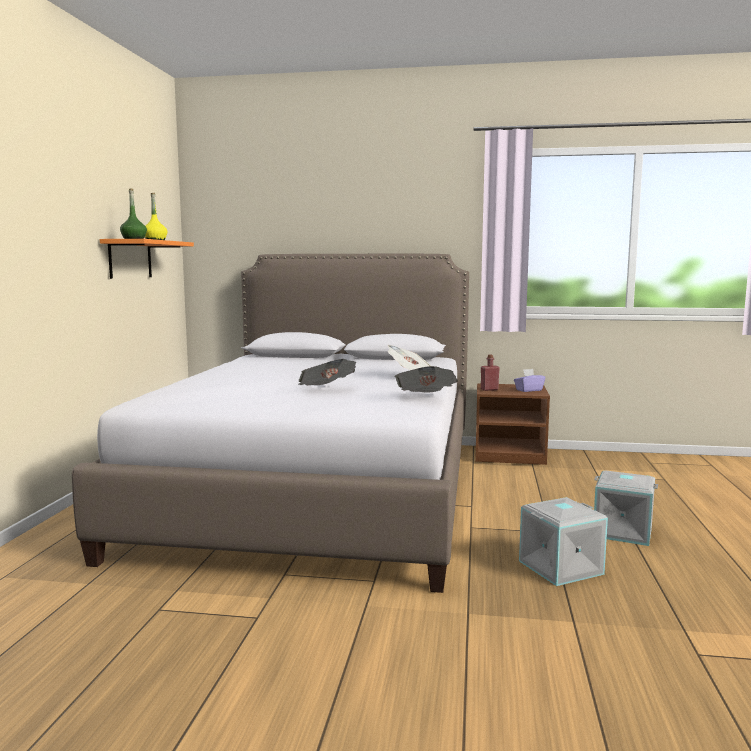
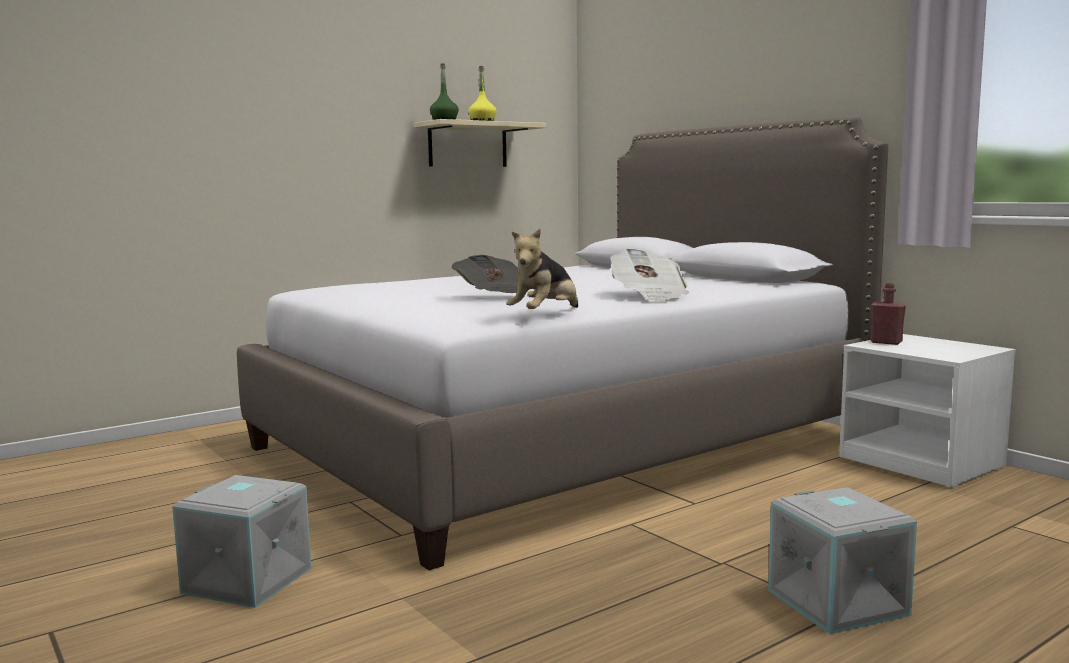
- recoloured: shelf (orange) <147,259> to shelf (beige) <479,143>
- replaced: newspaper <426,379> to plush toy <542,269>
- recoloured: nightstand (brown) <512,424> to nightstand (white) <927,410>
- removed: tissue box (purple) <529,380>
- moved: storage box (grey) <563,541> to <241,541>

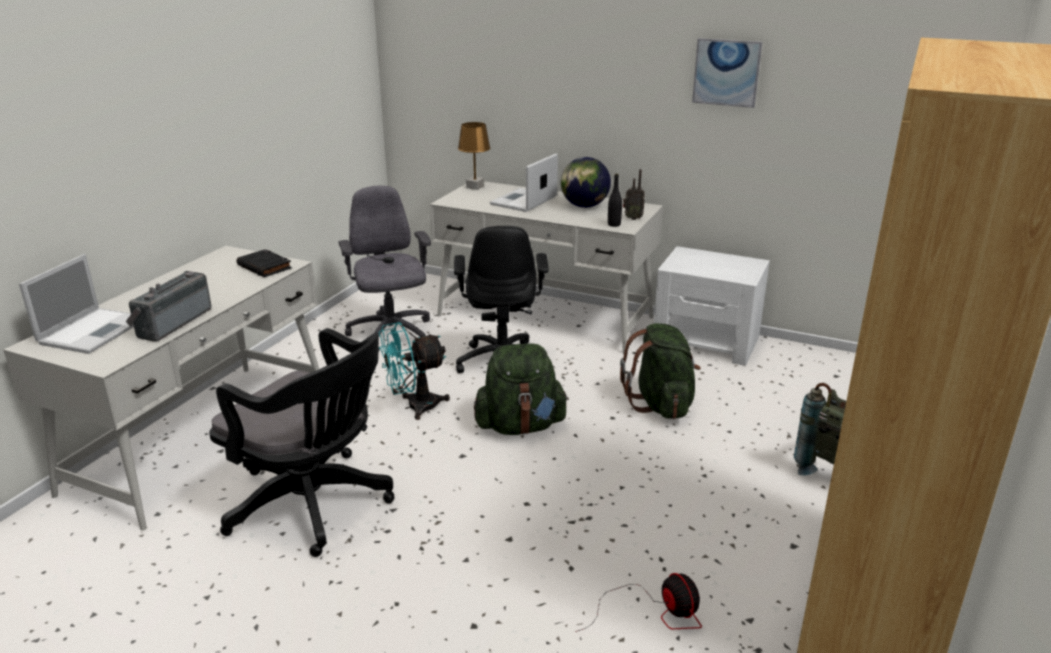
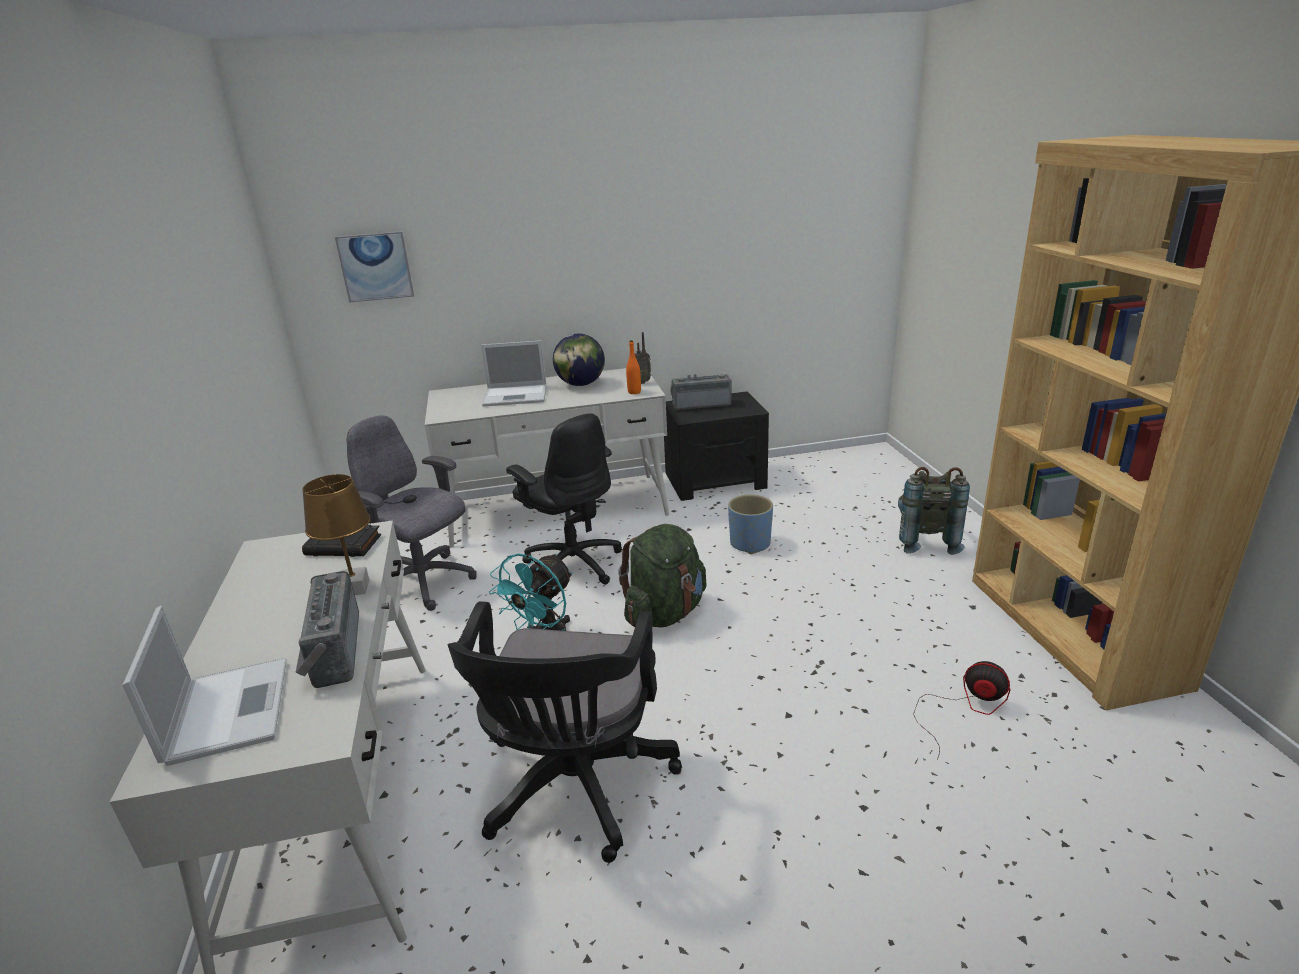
- turned: office chair (black) <302,442> = <565,732> 105 degrees clockwise
- moved: table lamp (brown) <474,156> to <336,534>
- turned: laptop <524,183> = <513,373> 90 degrees counterclockwise
- recoloured: bottle (black) <615,200> to bottle (orange) <633,367>
- replaced: backpack (green) <660,371> to planter (blue) <750,524>
- recoloured: nightstand (white) <712,306> to nightstand (black) <716,446>
- moved: picture <727,73> to <374,267>
- added: radio <701,392>

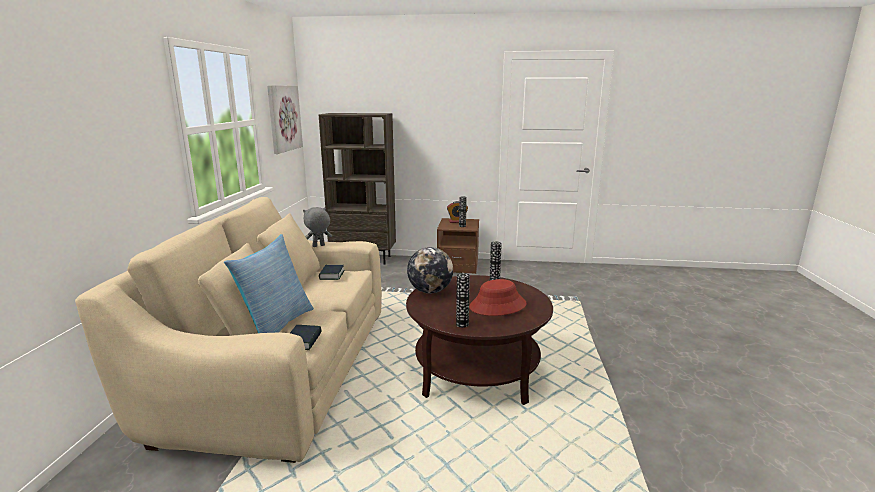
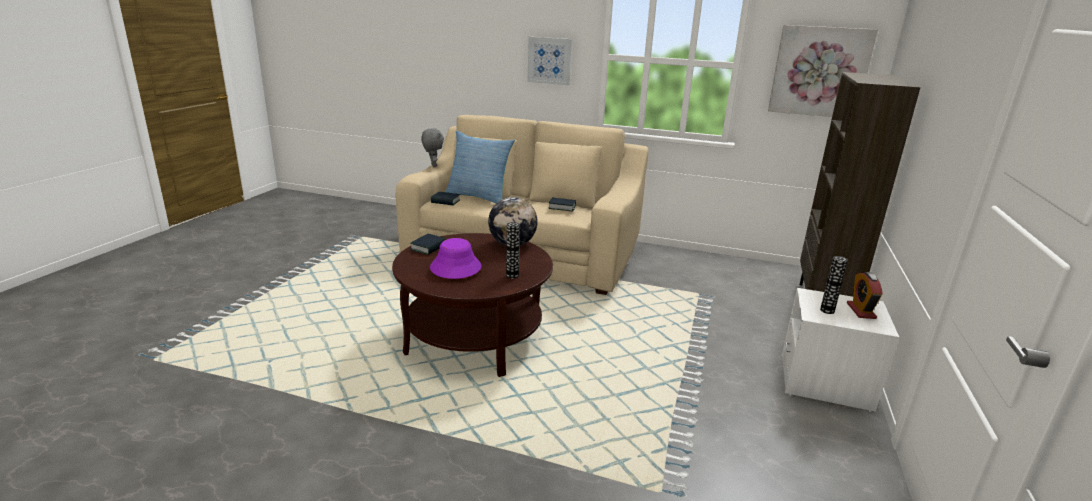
- moved: plush toy (grey) <317,227> to <432,147>
- recoloured: nightstand (brown) <458,246> to nightstand (white) <840,350>
- replaced: vase <463,300> to book <428,244>
- recoloured: hat (red) <498,297> to hat (purple) <455,258>
- added: picture <549,61>

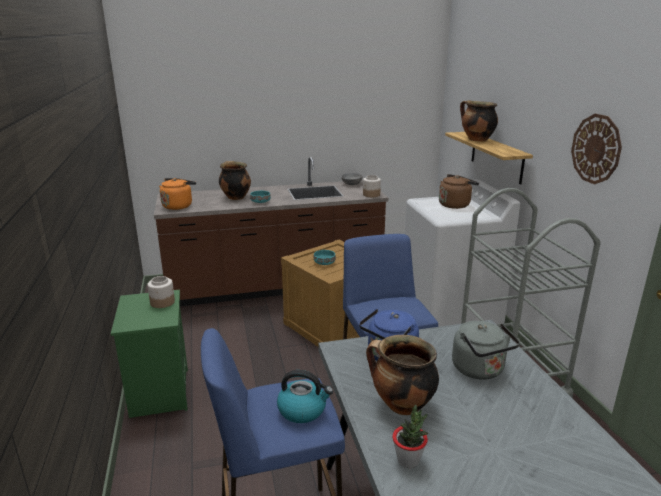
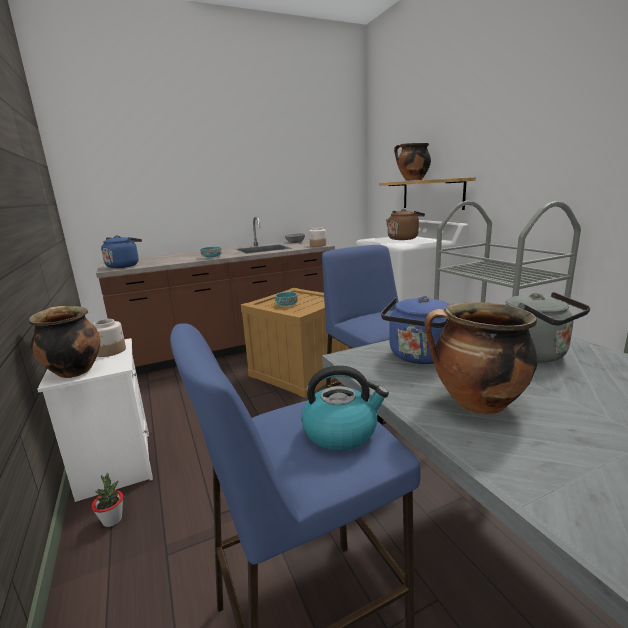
- recoloured: nightstand (green) <149,353> to nightstand (white) <95,420>
- recoloured: kettle (orange) <177,194> to kettle (blue) <121,251>
- moved: cooking pot <235,180> to <64,342>
- moved: potted plant <410,436> to <107,500>
- removed: wall clock <596,149>

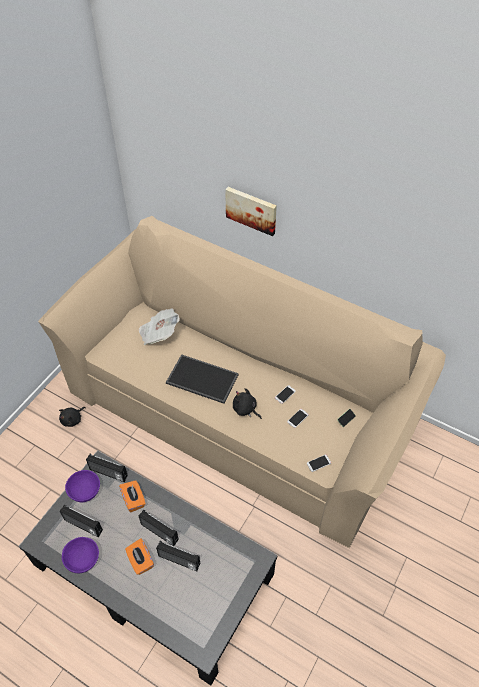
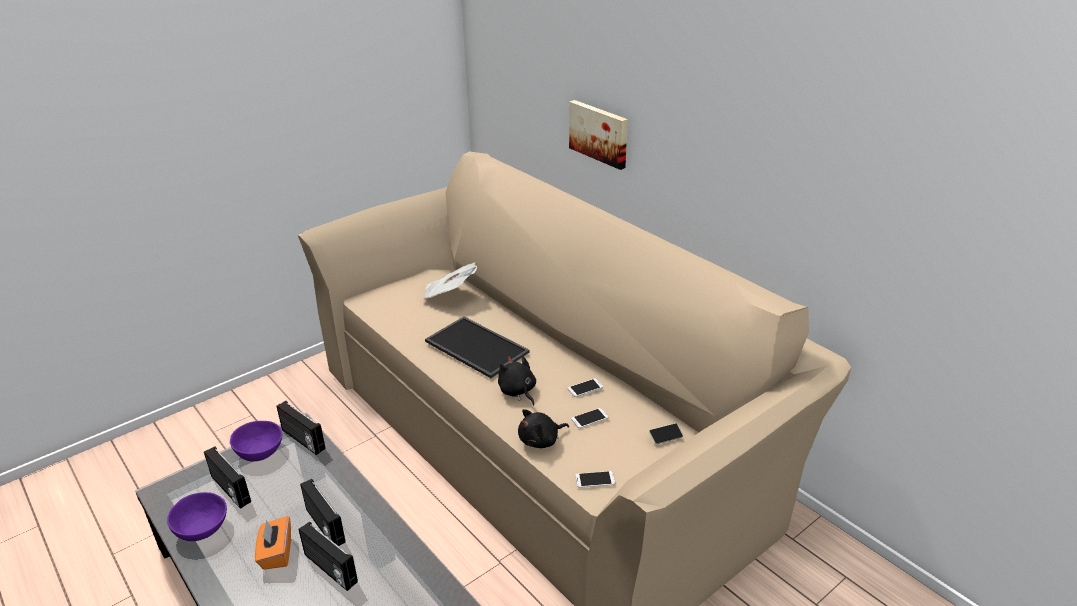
- moved: plush toy (black) <72,417> to <543,428>
- removed: tissue box (orange) <132,496>

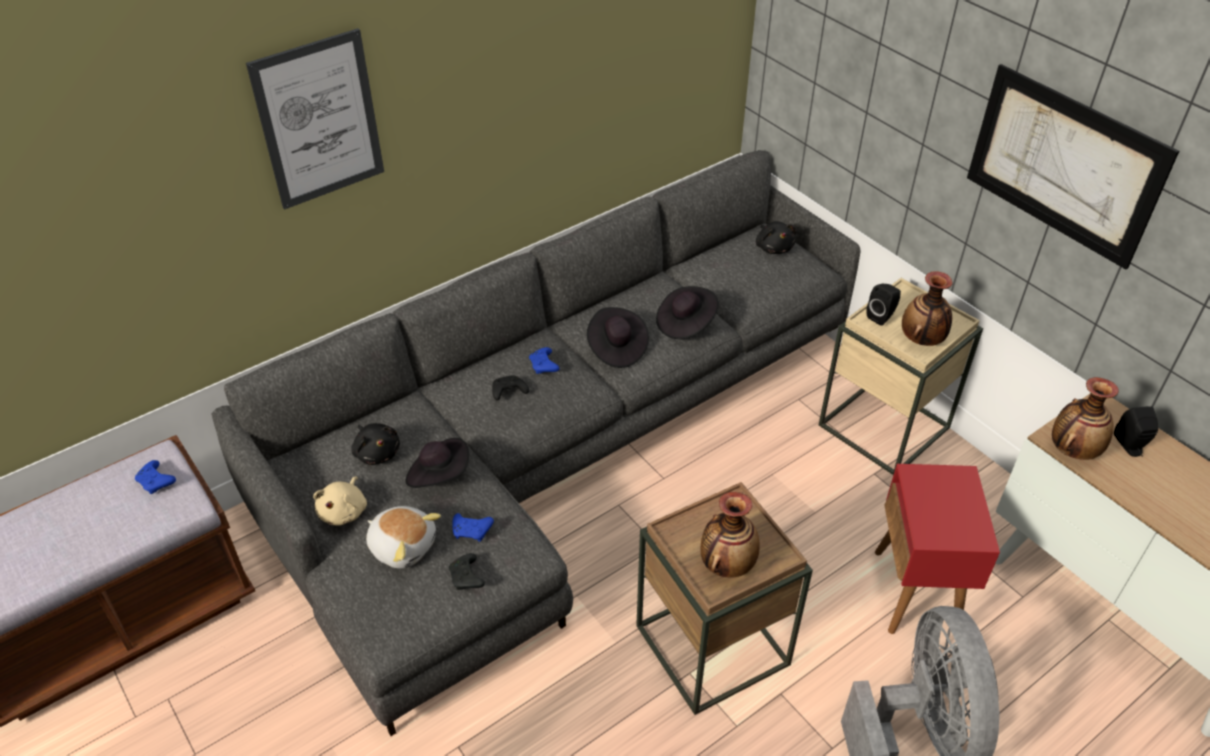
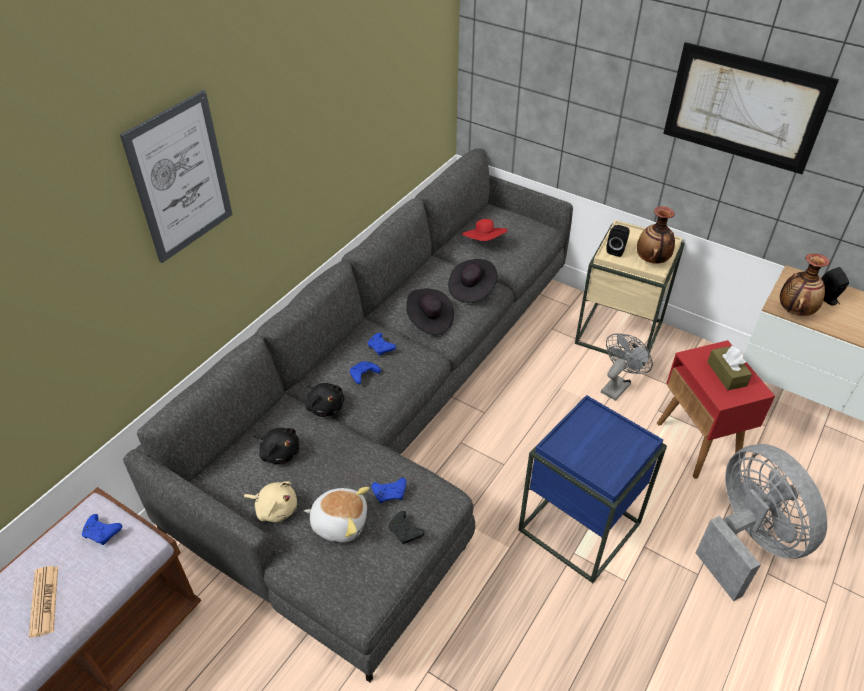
- turned: plush toy (beige) <340,500> = <270,501> 60 degrees counterclockwise
- removed: hat (black) <437,463>
- recoloured: game controller (black) <510,387> to game controller (blue) <365,372>
- recoloured: side table (brown) <724,598> to side table (blue) <592,489>
- removed: vase <730,534>
- moved: plush toy (black) <776,237> to <324,400>
- added: newspaper <43,602>
- added: hat (red) <484,230>
- added: fan (grey) <627,367>
- added: tissue box (brown) <729,368>

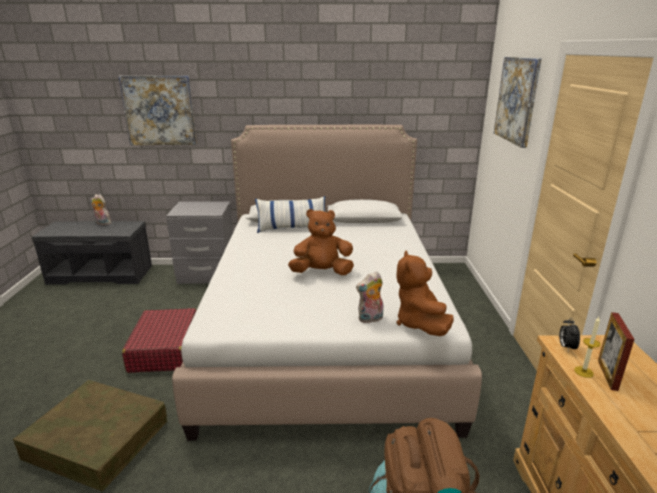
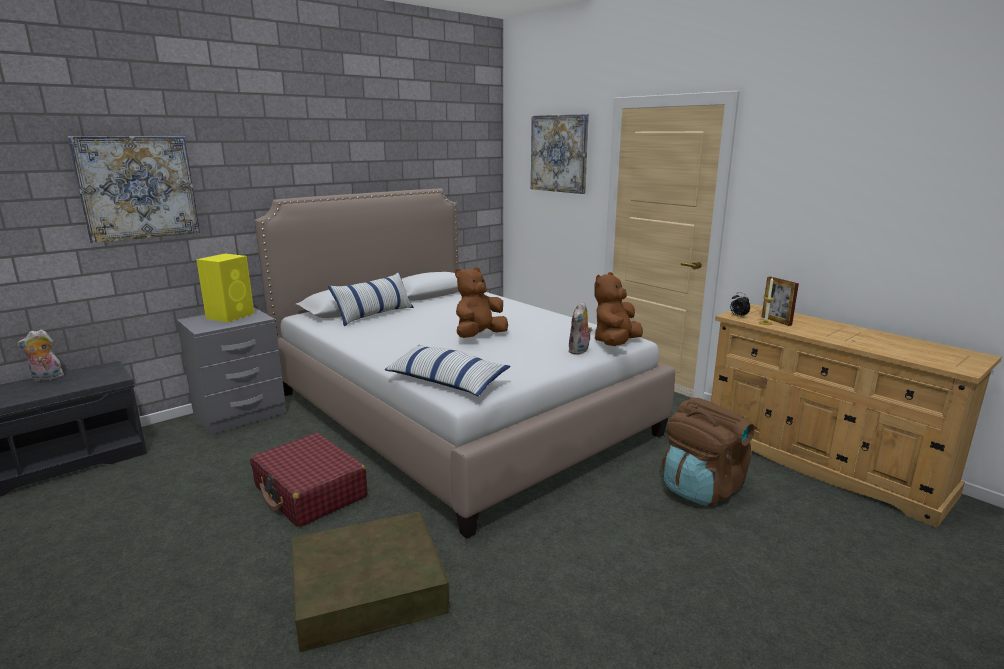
- turned: plush toy (brown) <425,293> = <618,309> 75 degrees clockwise
- added: speaker (yellow) <225,288>
- added: pillow <448,370>

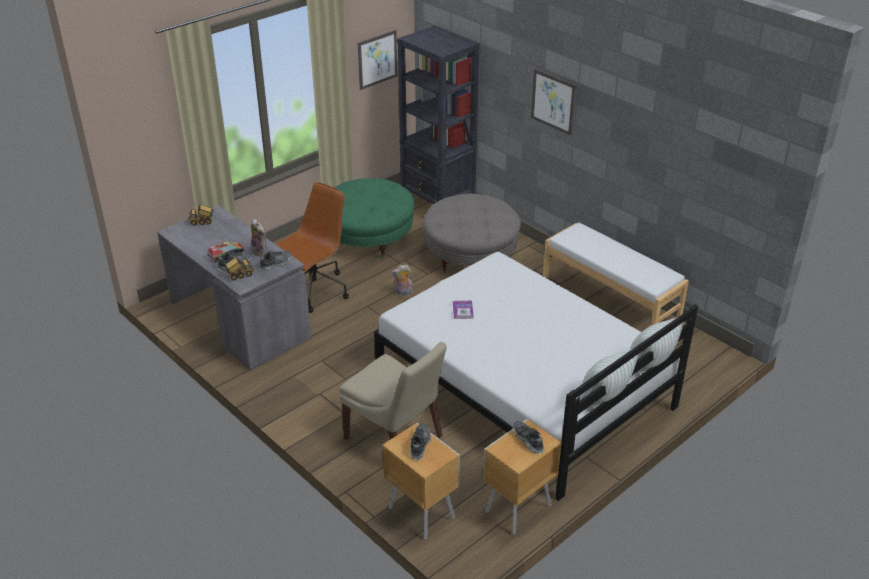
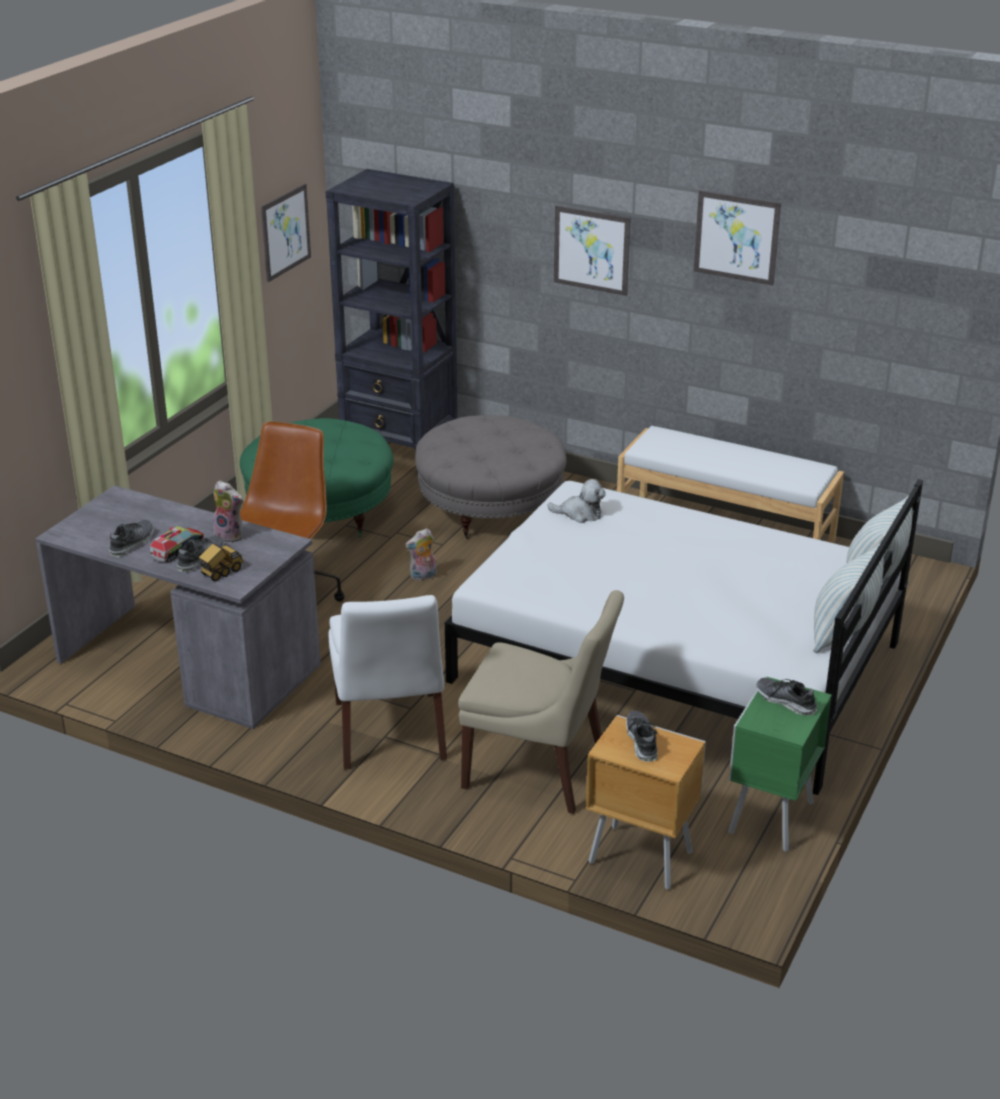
- removed: toy truck <200,215>
- moved: shoe <275,260> to <131,538>
- removed: book <463,310>
- recoloured: nightstand (brown) <522,477> to nightstand (green) <780,764>
- added: chair (white) <388,682>
- added: plush toy <576,501>
- added: picture <737,238>

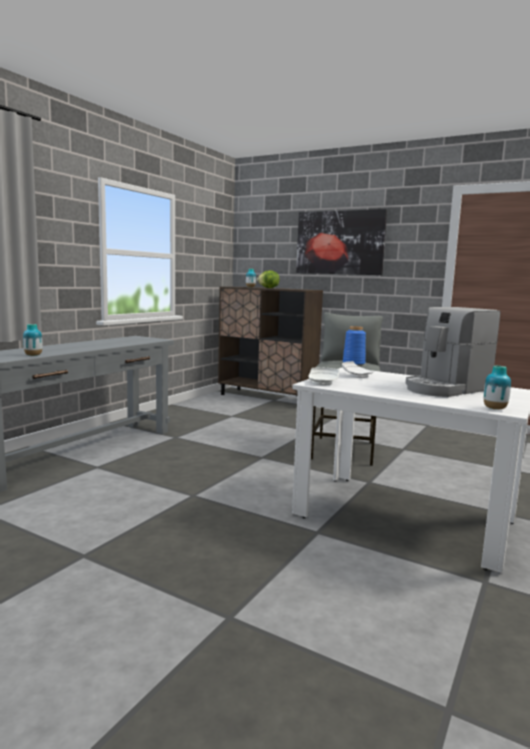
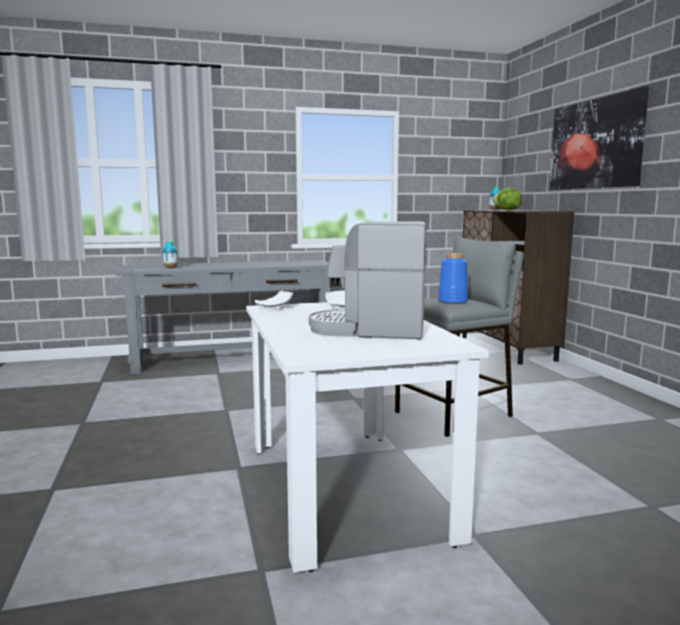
- removed: vase <497,388>

